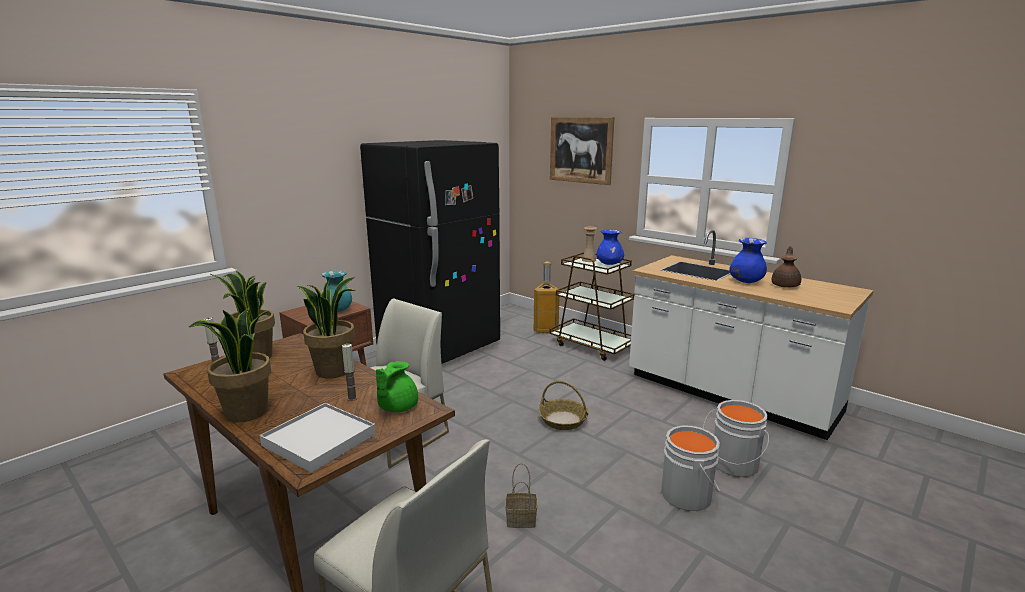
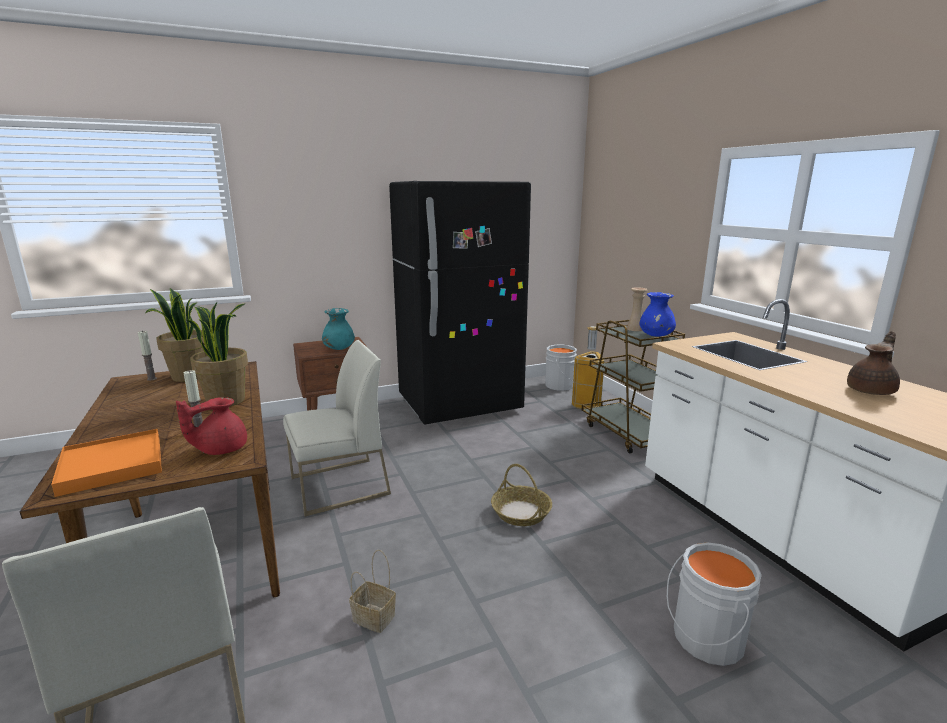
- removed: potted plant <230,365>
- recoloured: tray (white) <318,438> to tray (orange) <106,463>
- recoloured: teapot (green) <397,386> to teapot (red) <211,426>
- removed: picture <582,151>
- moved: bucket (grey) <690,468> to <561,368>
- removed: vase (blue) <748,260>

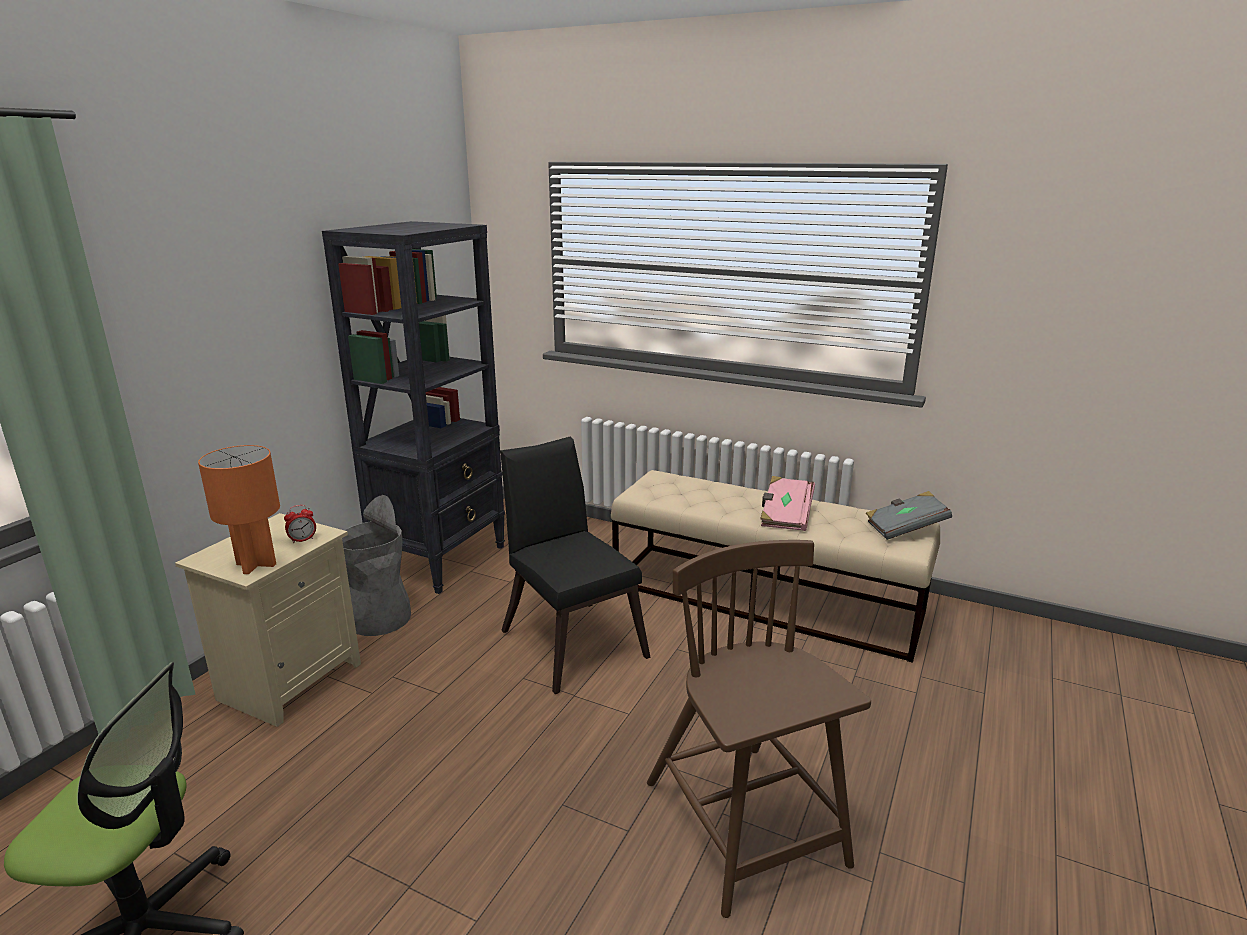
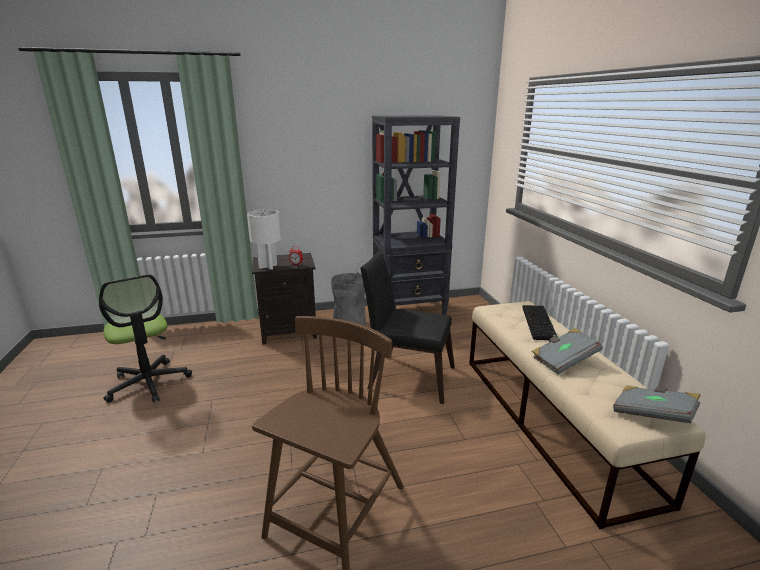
- recoloured: nightstand (beige) <268,620> to nightstand (black) <284,299>
- recoloured: table lamp (orange) <239,509> to table lamp (white) <264,239>
- turned: chair (black) <575,565> = <407,328> 90 degrees counterclockwise
- recoloured: book (pink) <787,503> to book (grey) <567,351>
- added: keyboard <540,322>

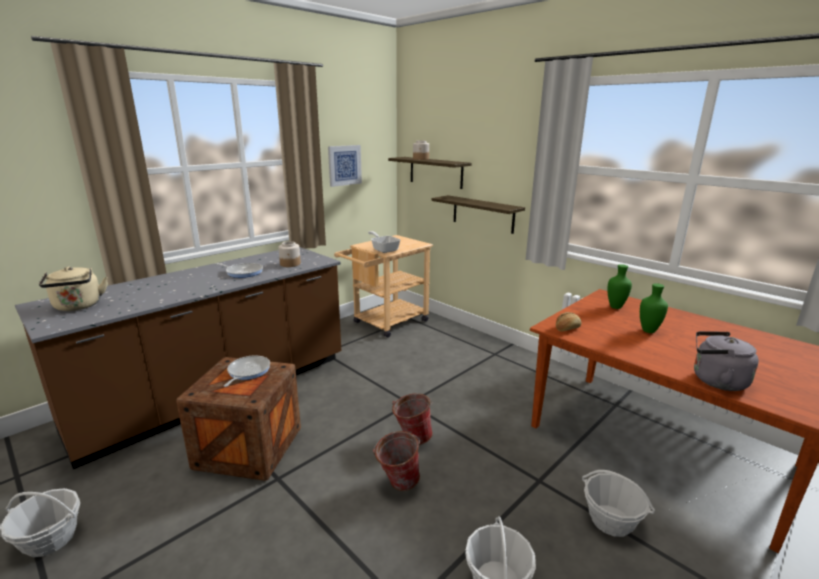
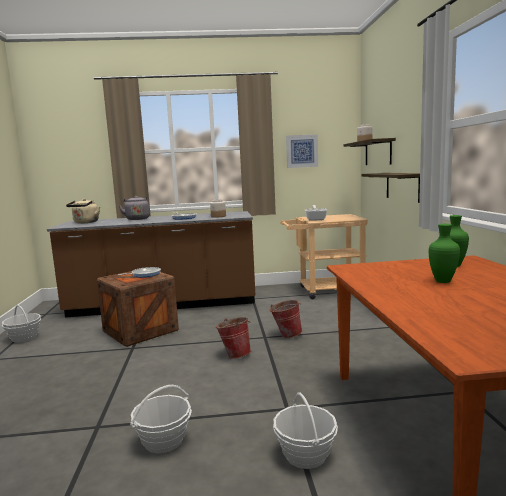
- moved: bucket <396,461> to <286,319>
- removed: bread <568,322>
- moved: kettle (grey) <726,361> to <134,208>

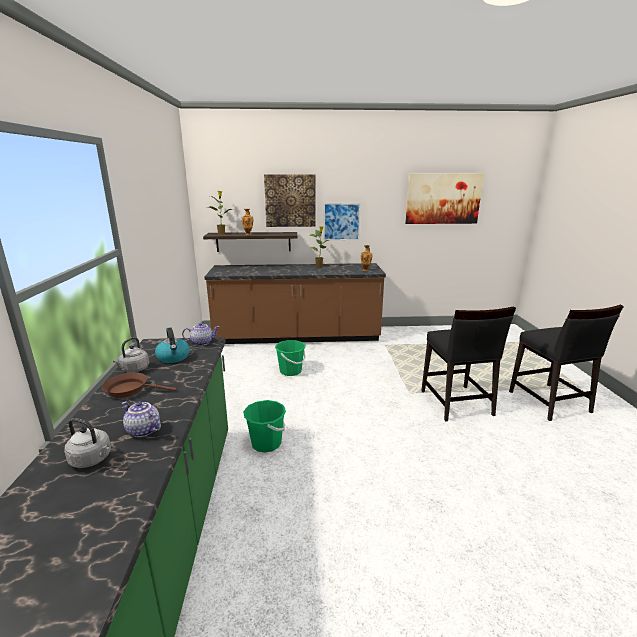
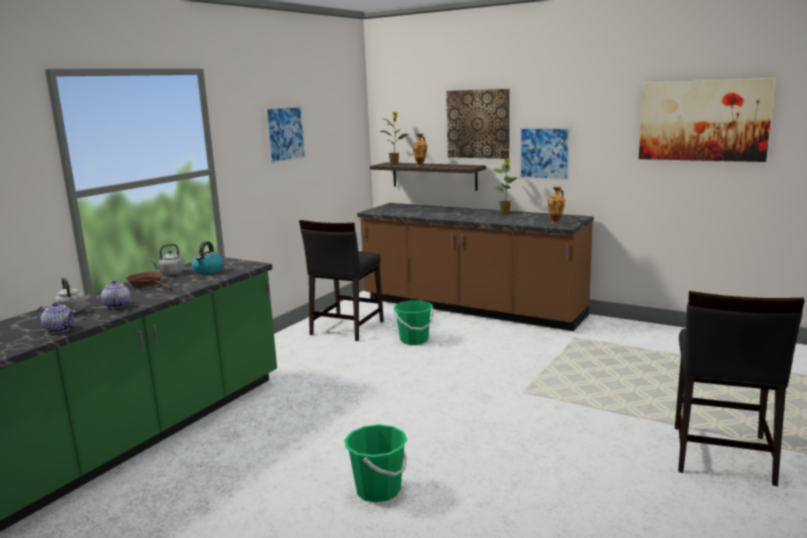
- moved: teapot <201,334> to <56,317>
- moved: bucket (green) <264,426> to <375,463>
- moved: chair (black) <468,363> to <341,280>
- added: picture <285,134>

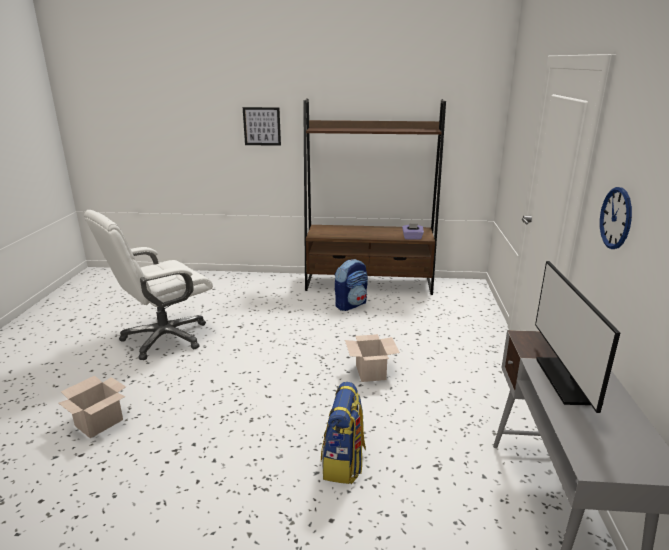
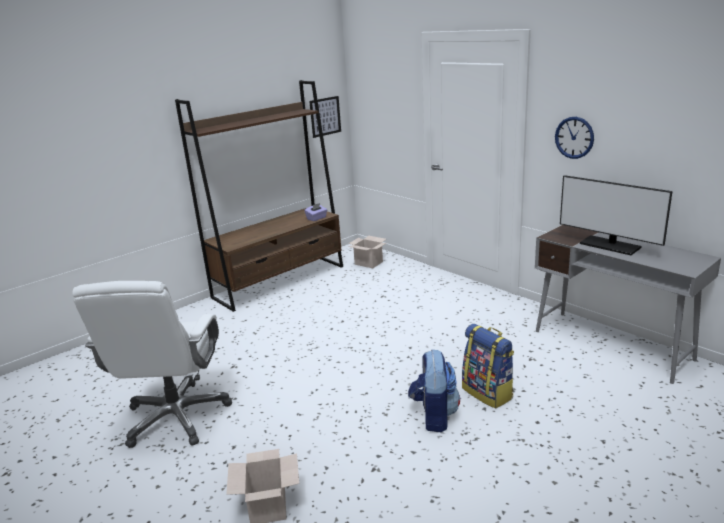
- moved: picture <262,126> to <325,117>
- moved: backpack <351,285> to <434,391>
- moved: cardboard box <372,358> to <367,252>

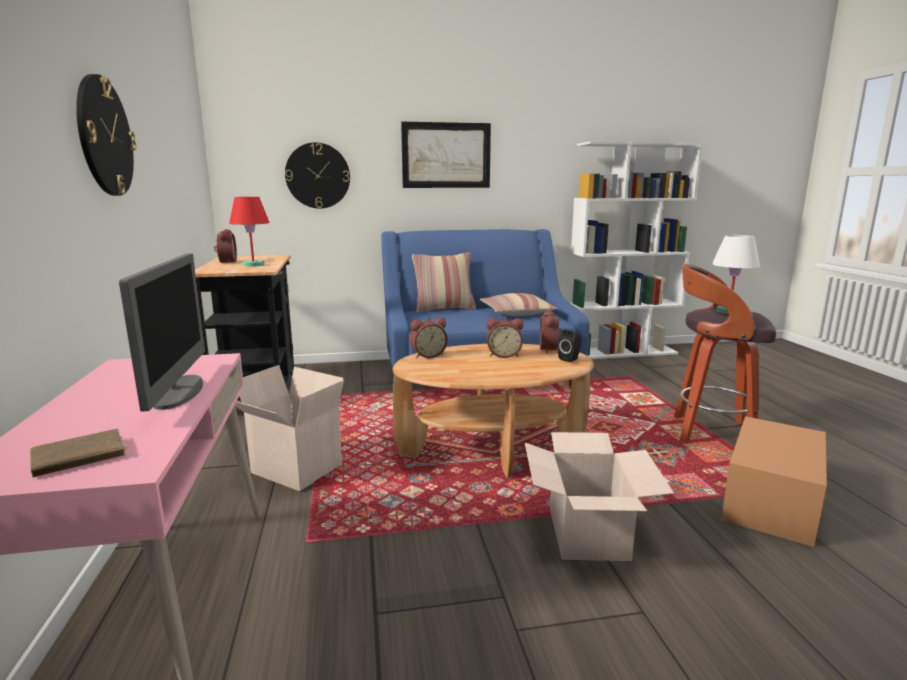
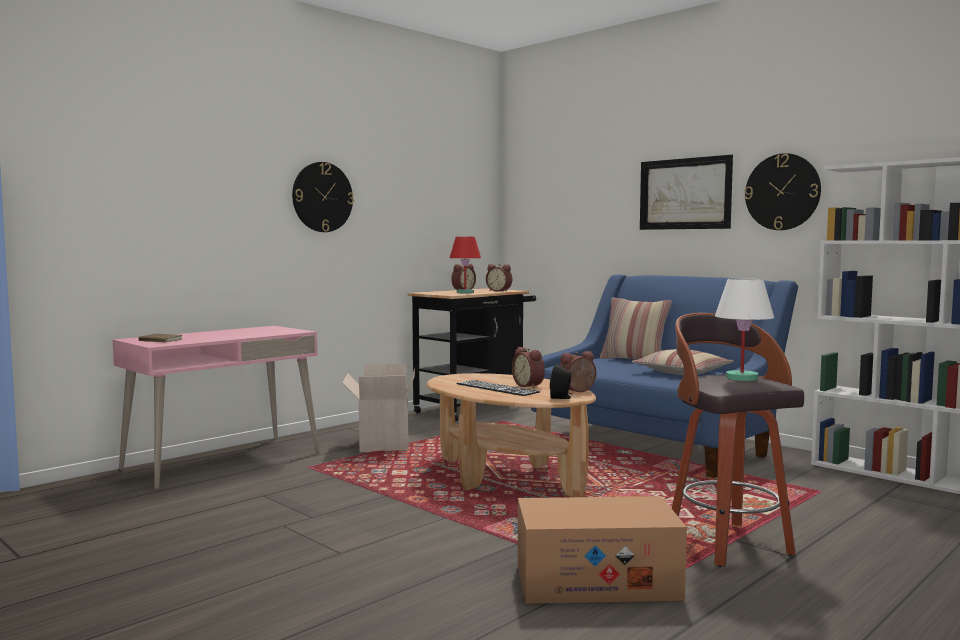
- removed: monitor <162,332>
- moved: wall clock <317,175> to <783,191>
- moved: alarm clock <429,337> to <499,278>
- removed: cardboard box <599,496>
- added: keyboard <498,388>

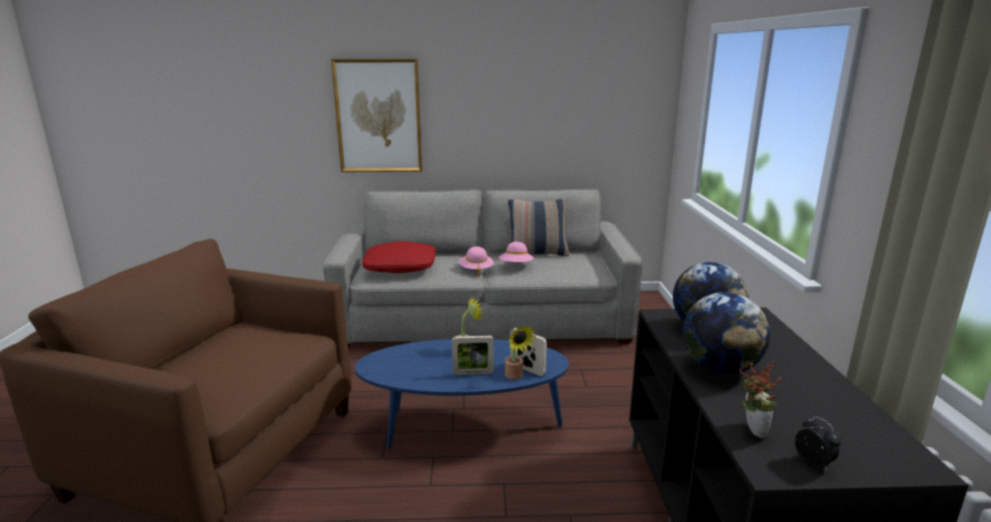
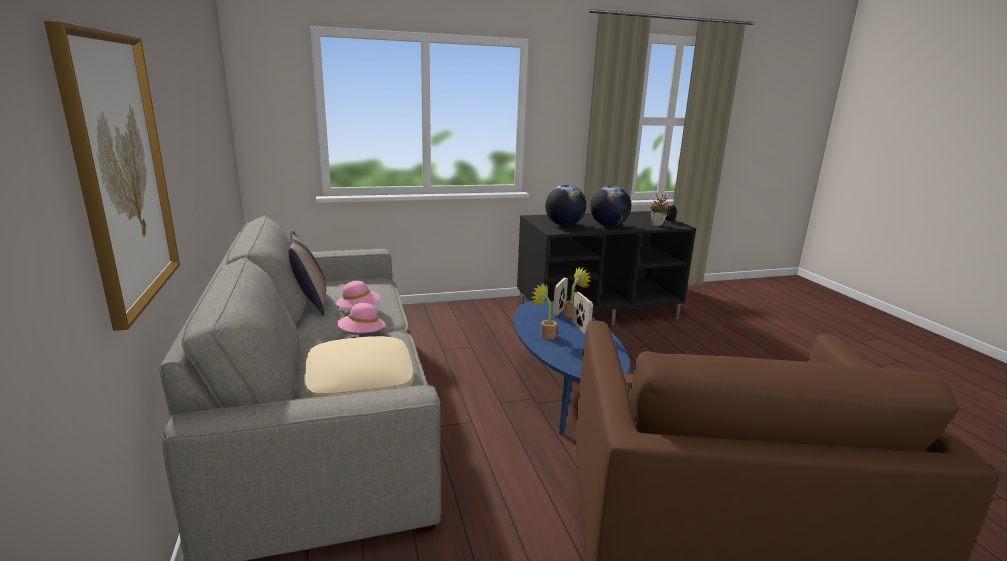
- recoloured: pillow (red) <399,257> to pillow (beige) <359,367>

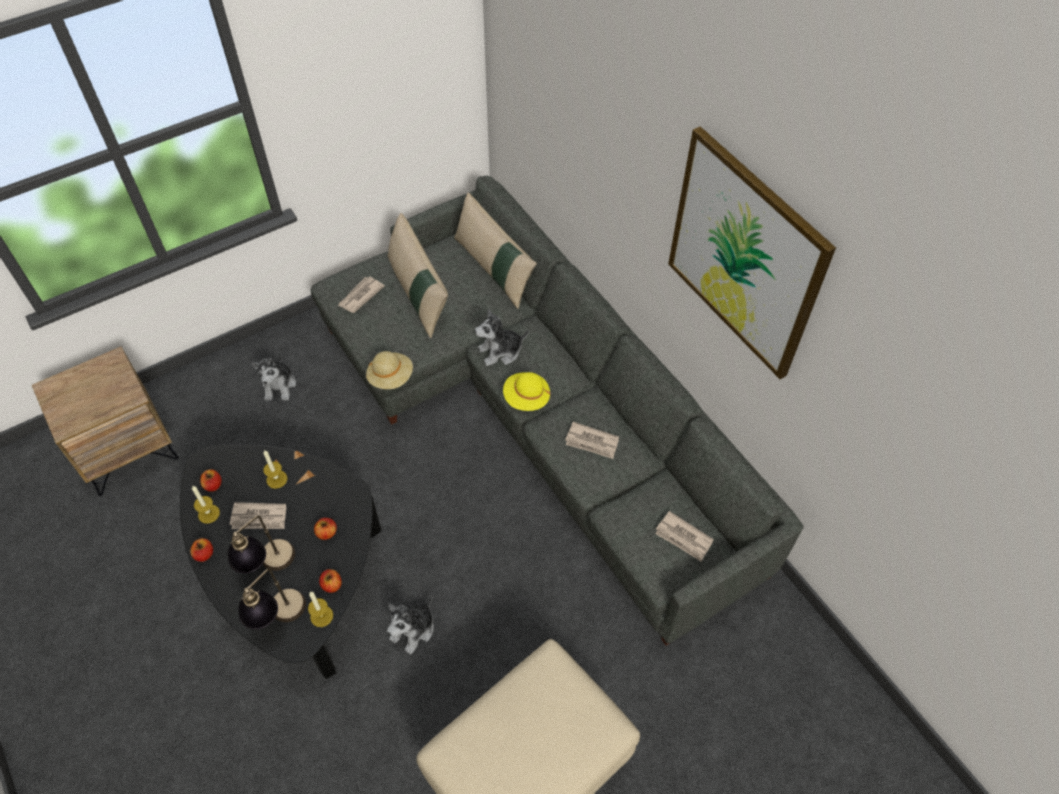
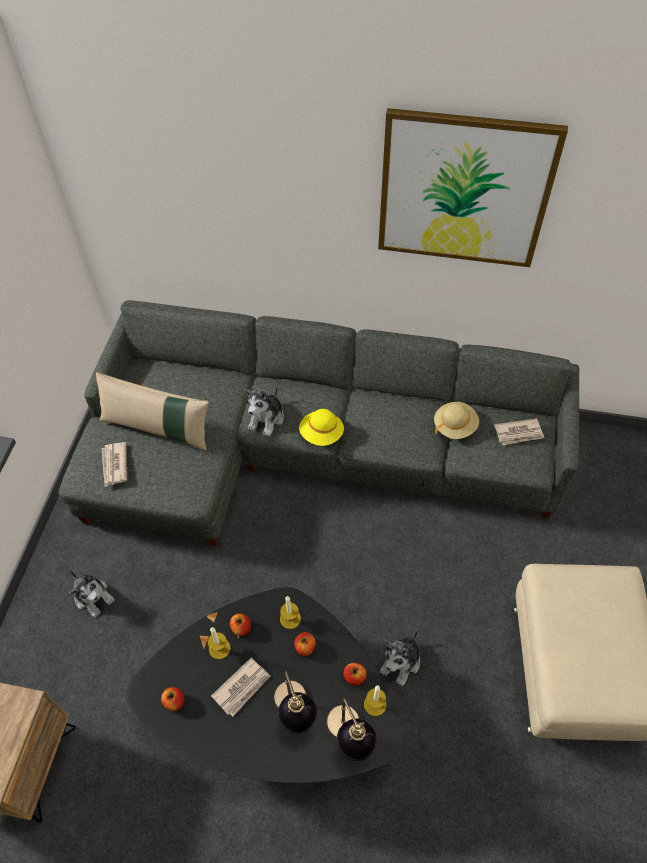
- moved: apple <201,550> to <240,624>
- moved: candle <206,504> to <290,612>
- moved: hat (beige) <389,370> to <456,420>
- turned: plush toy <410,625> = <400,657> 45 degrees clockwise
- removed: pillow (beige) <495,250>
- removed: newspaper <592,440>

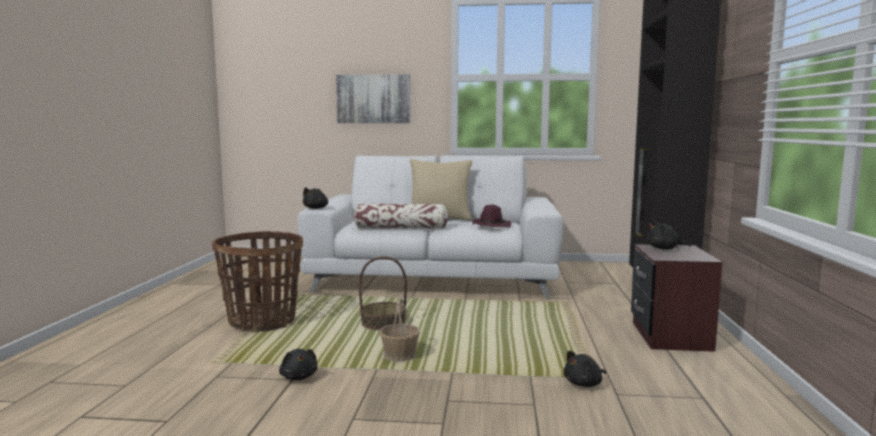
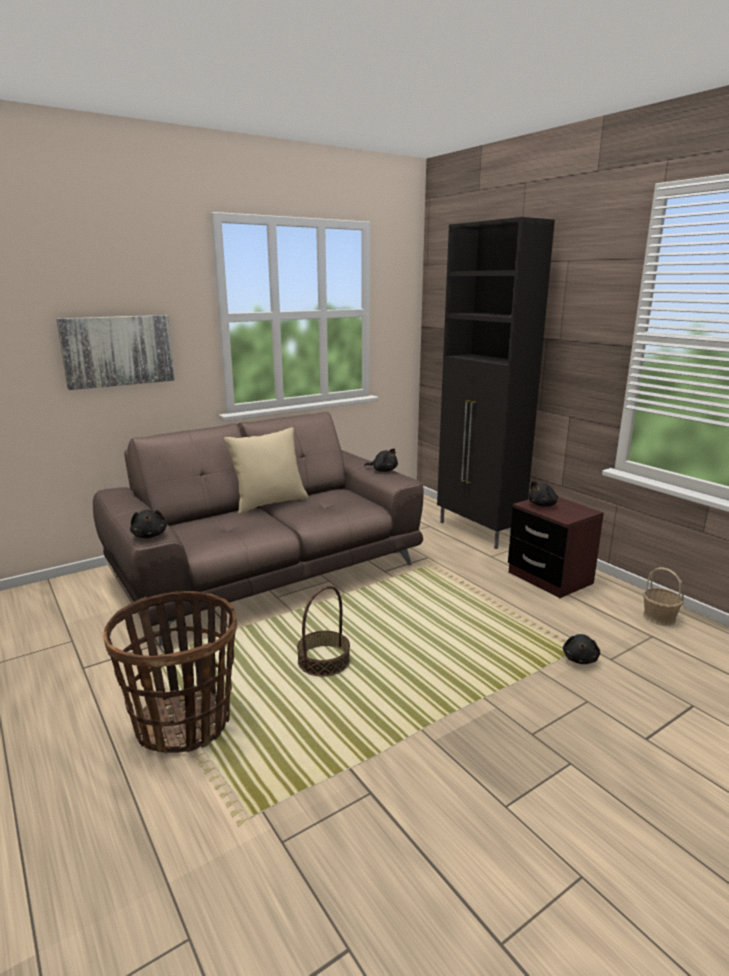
- moved: plush toy (black) <298,364> to <381,460>
- recoloured: sofa (white) <430,227> to sofa (brown) <258,529>
- removed: pillow <400,216>
- moved: basket <400,329> to <663,596>
- removed: hat (purple) <491,216>

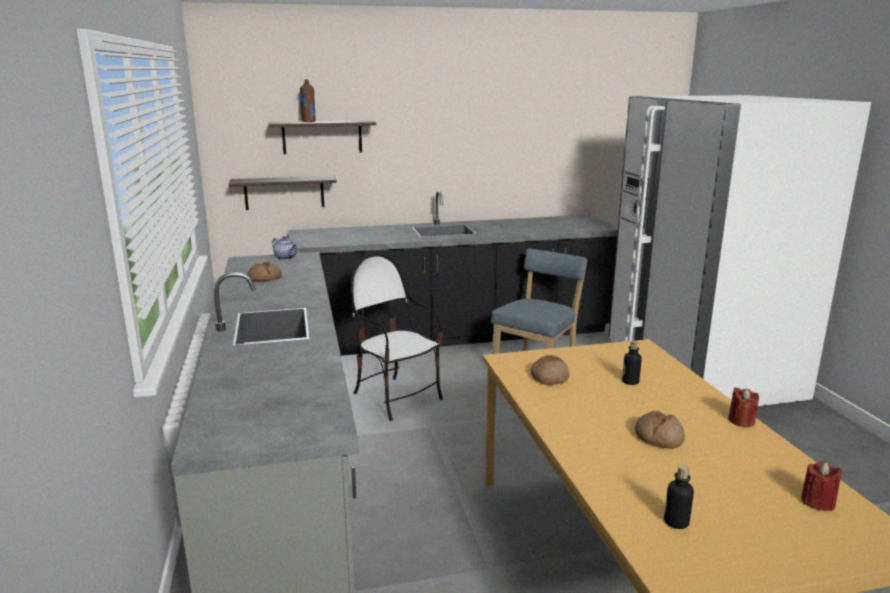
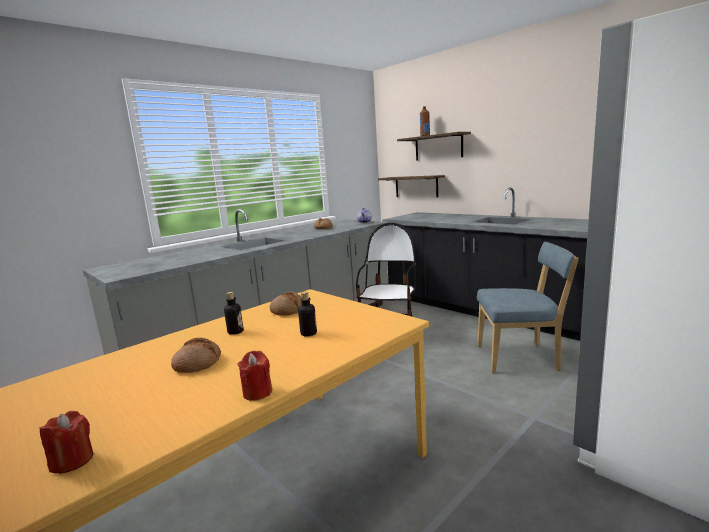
- moved: bottle <679,497> to <234,313>

